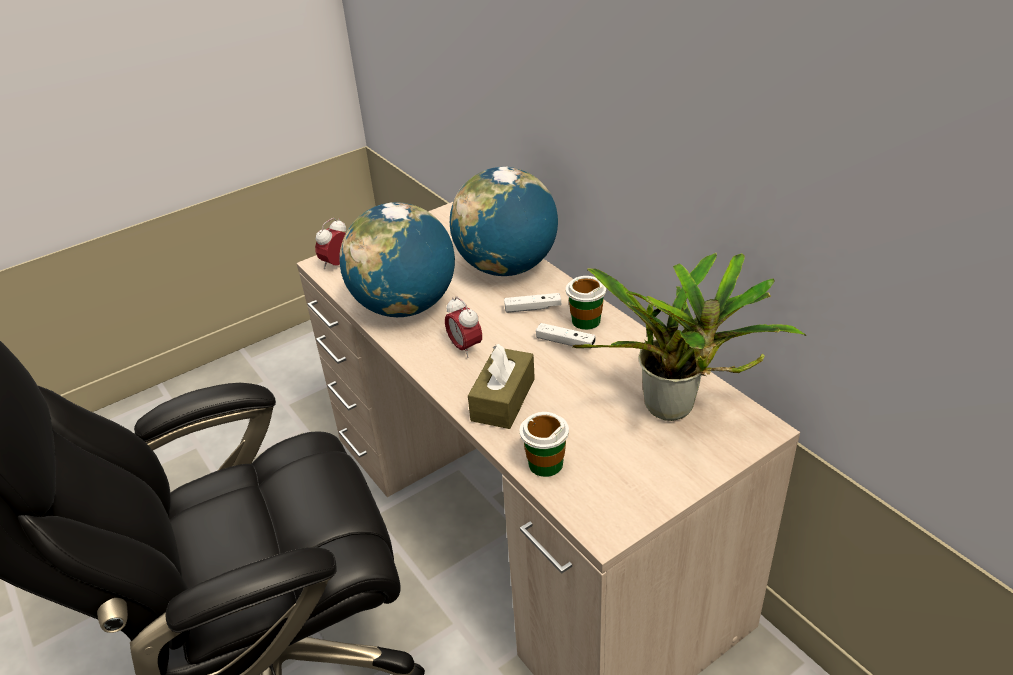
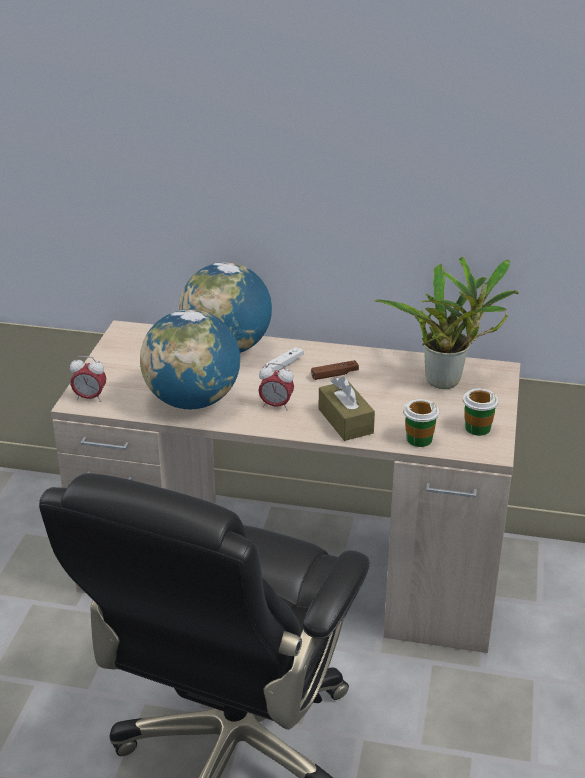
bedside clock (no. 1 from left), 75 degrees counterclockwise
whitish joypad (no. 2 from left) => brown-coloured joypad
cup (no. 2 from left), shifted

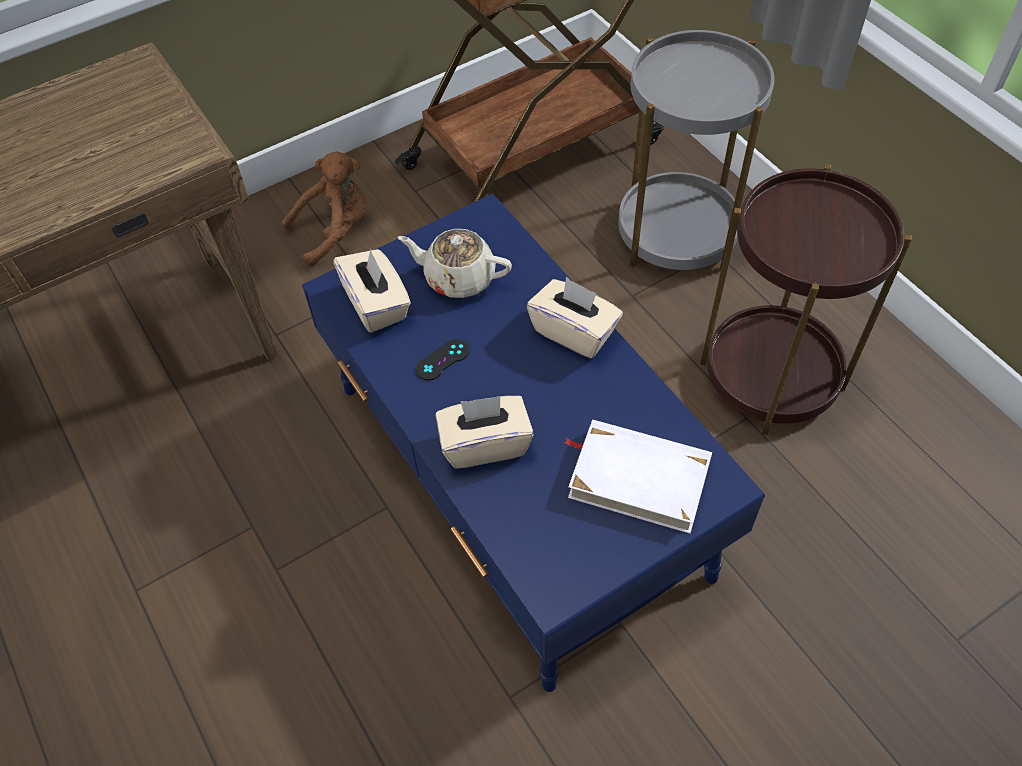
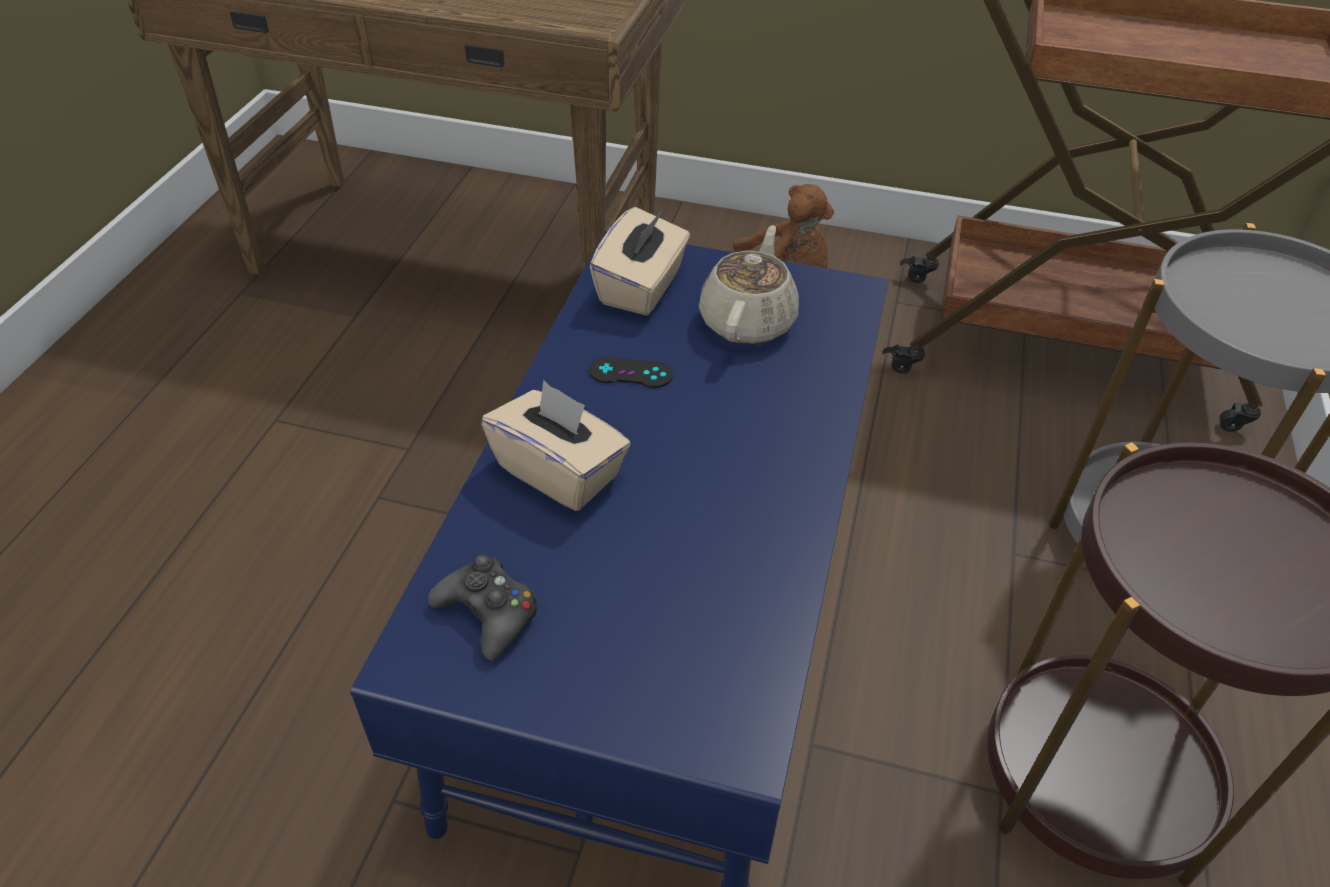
beige-coloured teapot, 45 degrees clockwise
beige-coloured tissue holder (no. 3 from left) => nothing
whitish book => nothing
nothing => black-coloured joypad (no. 1 from left)

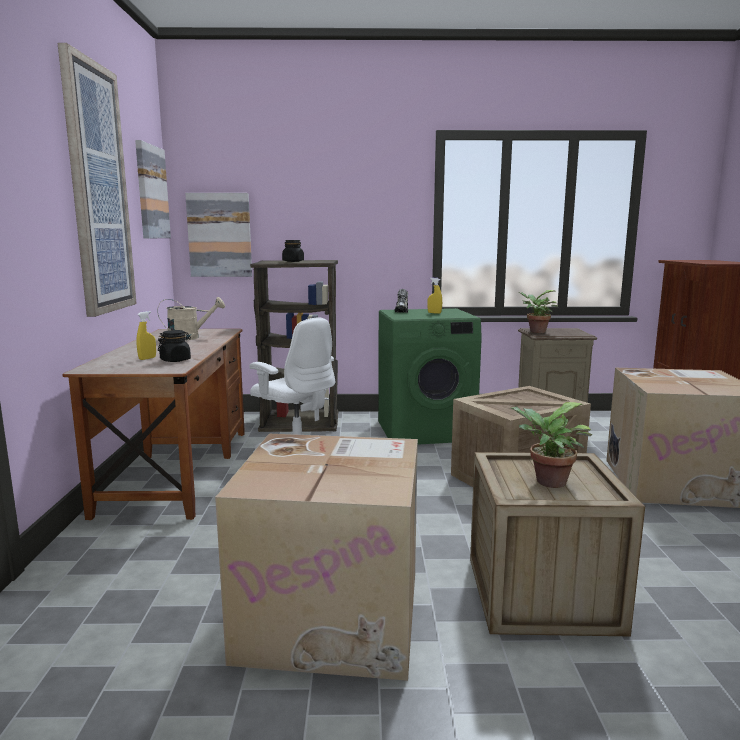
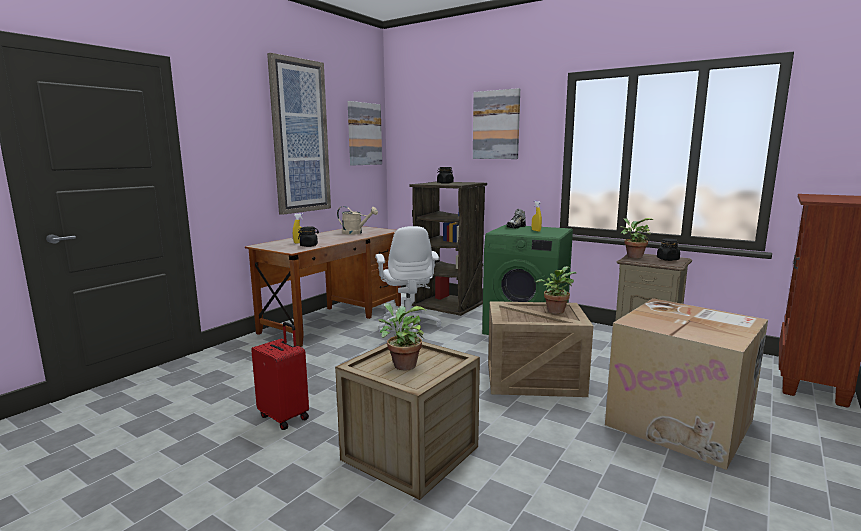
picture (no. 3 from left), shifted
packing box (no. 1 from left) => reddish travel case
nothing => potted plant (no. 2 from left)
nothing => black-coloured storage jar (no. 3 from left)

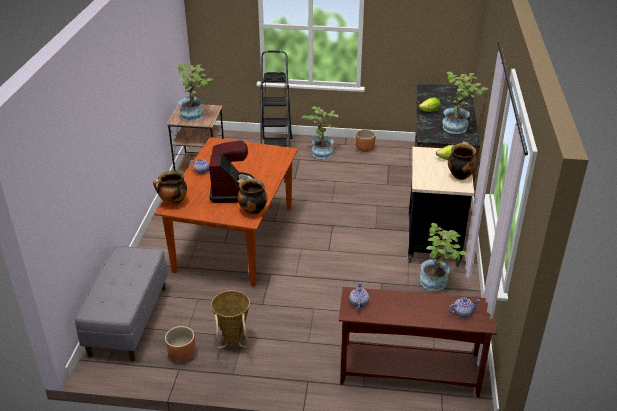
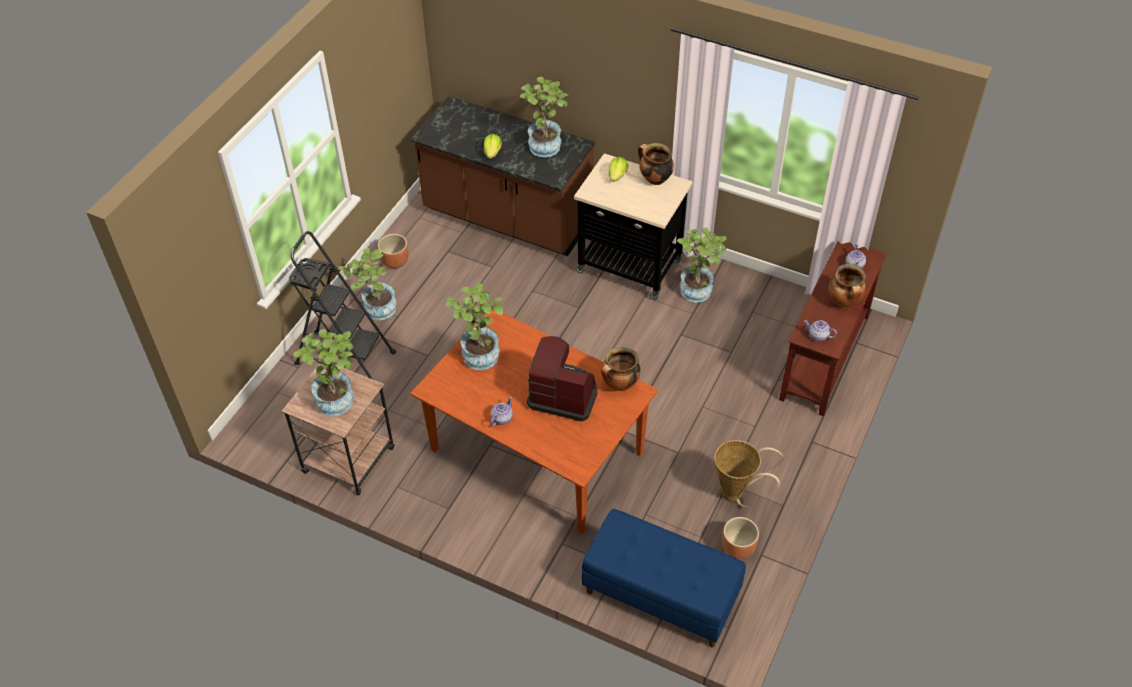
grey long seat => blue long seat
stockpot (no. 1 from left in the first image) => stockpot (no. 3 from left), shifted
nothing => potted plant (no. 3 from left)

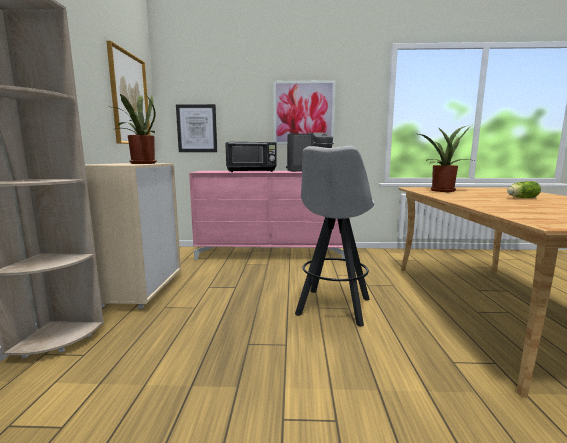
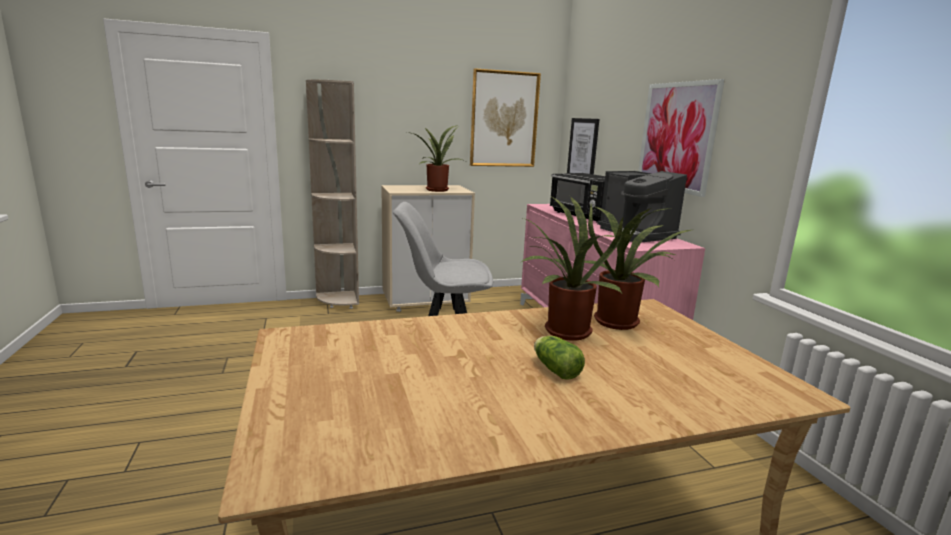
nothing => potted plant (no. 2 from left)

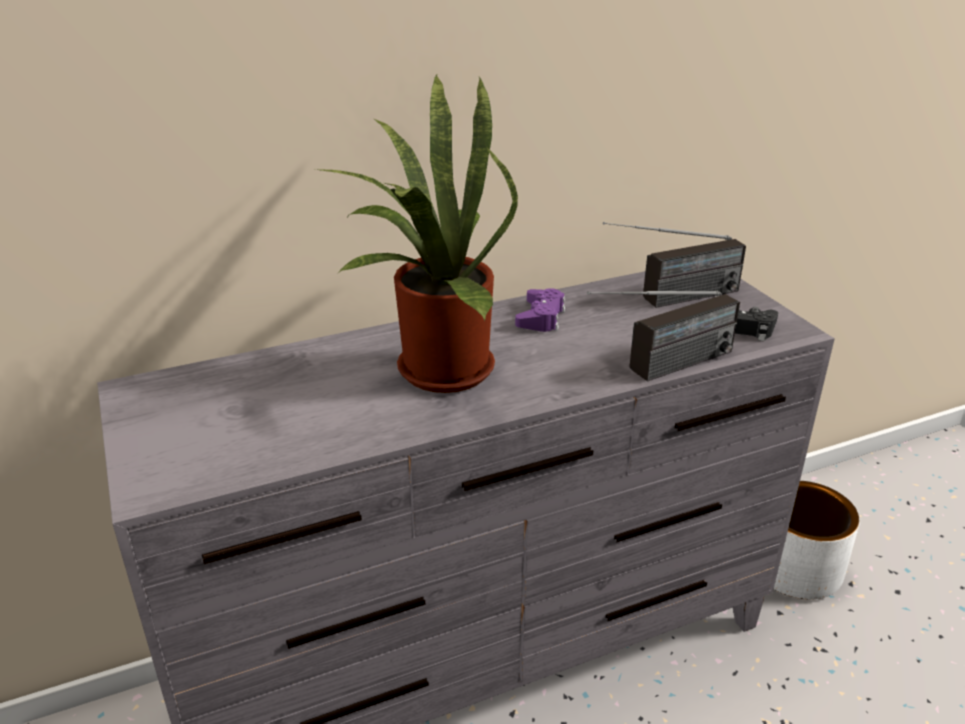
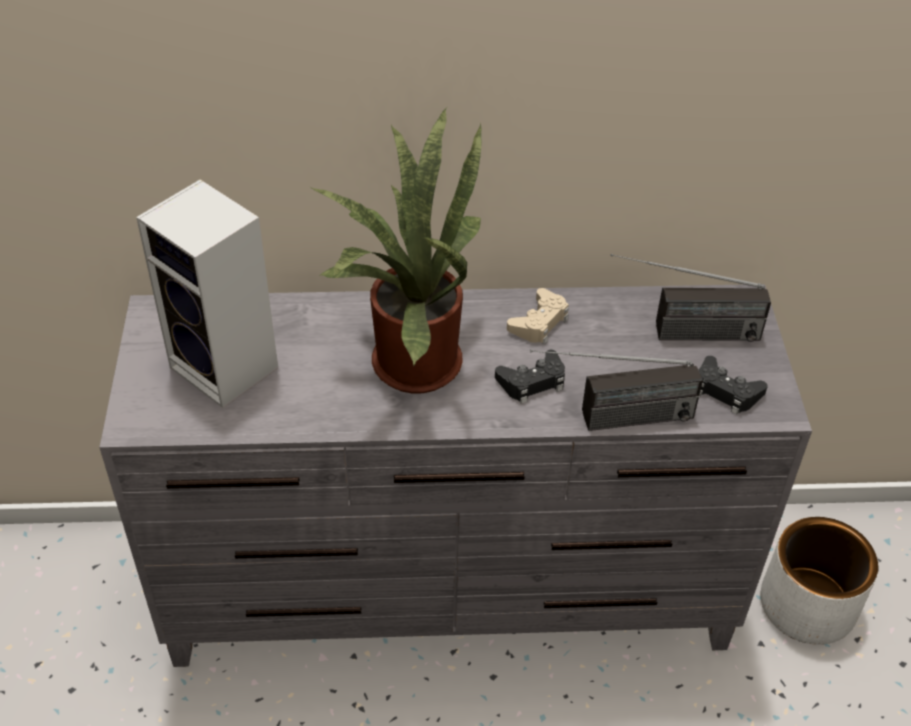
purple joypad => beige-coloured joypad
nothing => loudspeaker
nothing => black-coloured joypad (no. 1 from left)

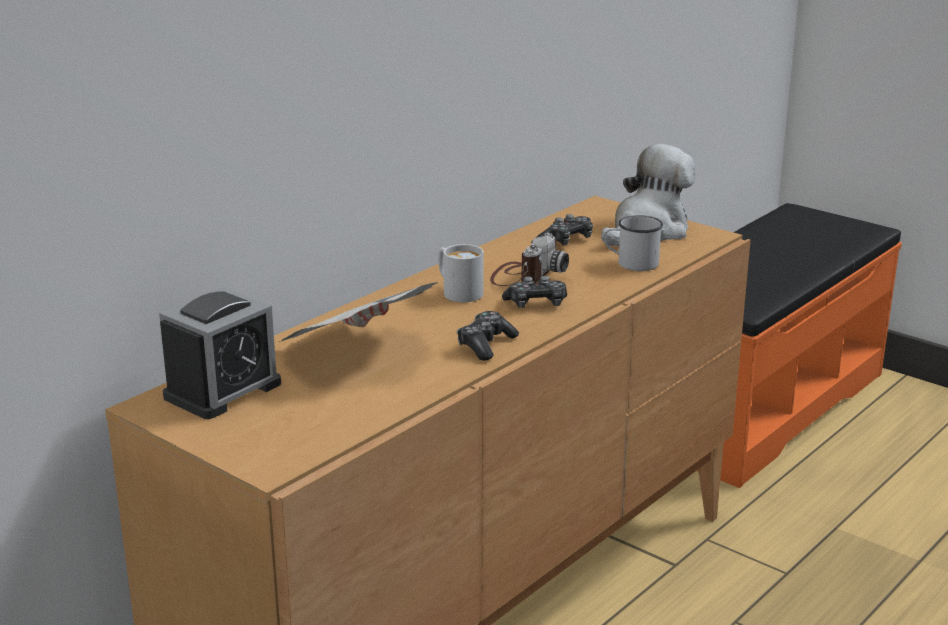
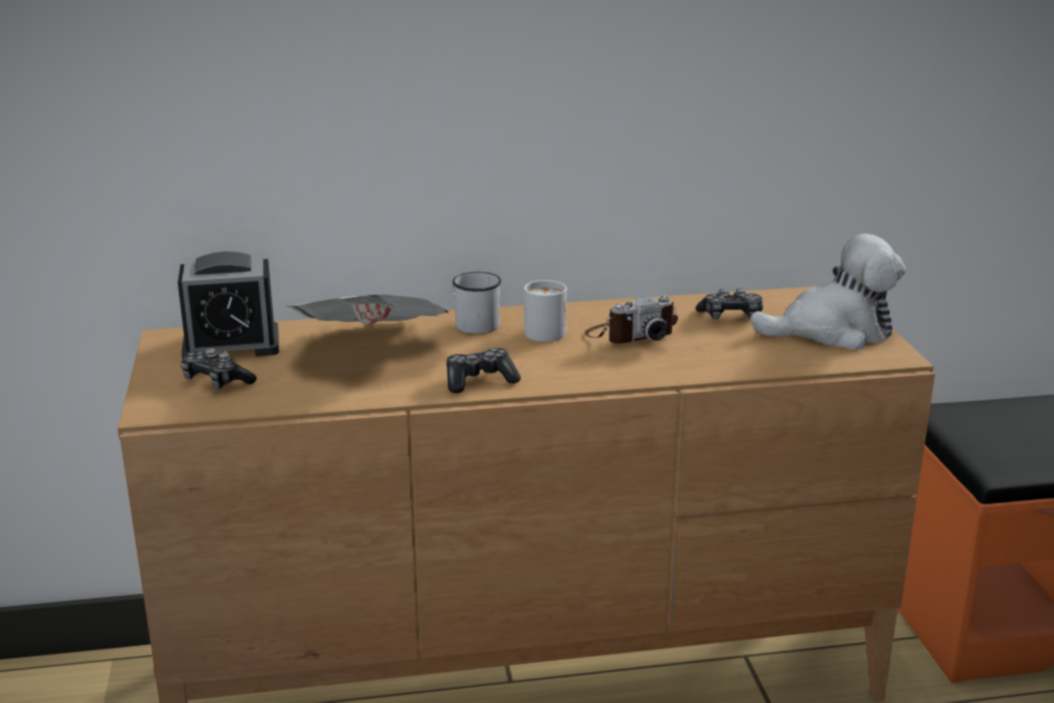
joypad (no. 2 from left in the first image) => joypad (no. 1 from left), shifted
whitish tea mug (no. 2 from left in the first image) => whitish tea mug (no. 1 from left), shifted

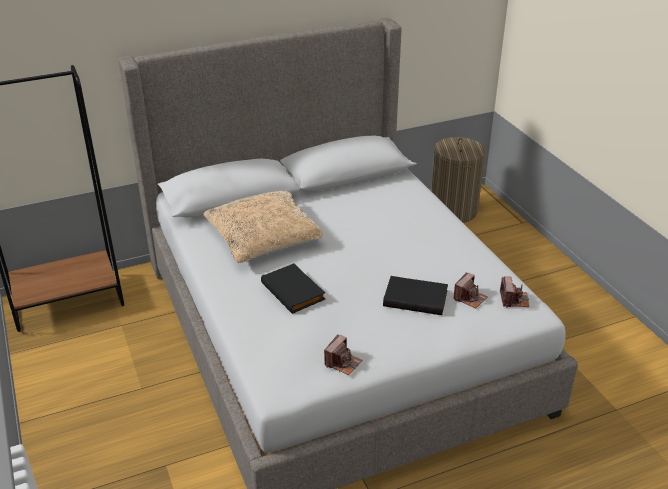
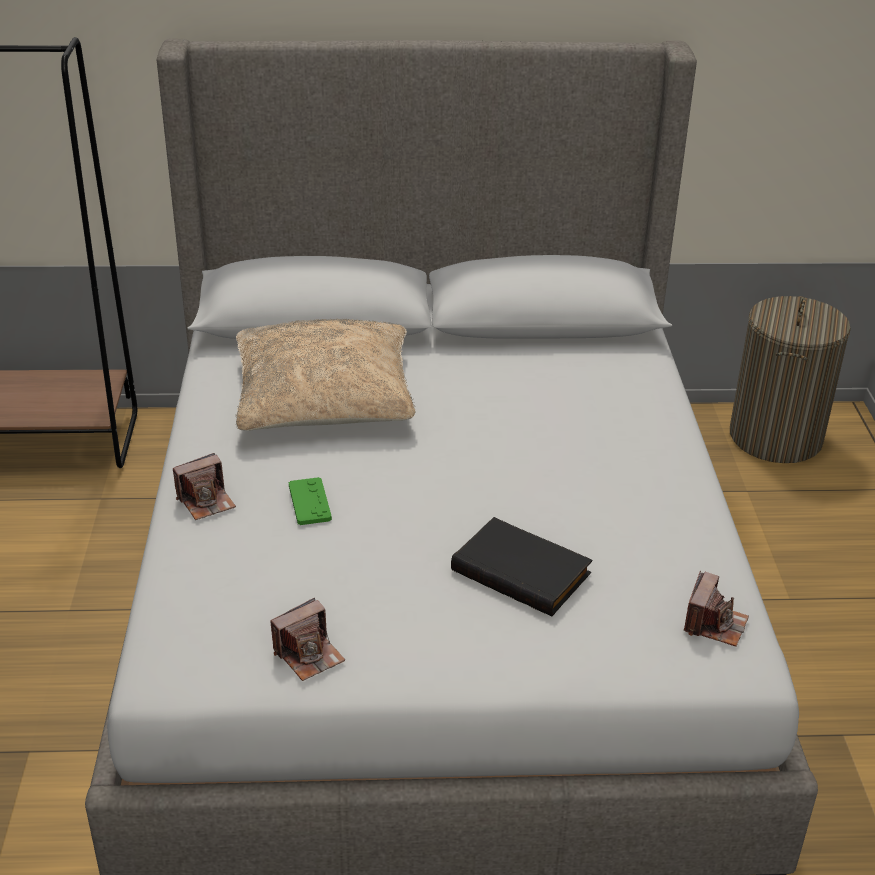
black-coloured book (no. 1 from left) => green joypad
still camera (no. 2 from left in the first image) => still camera (no. 1 from left), shifted

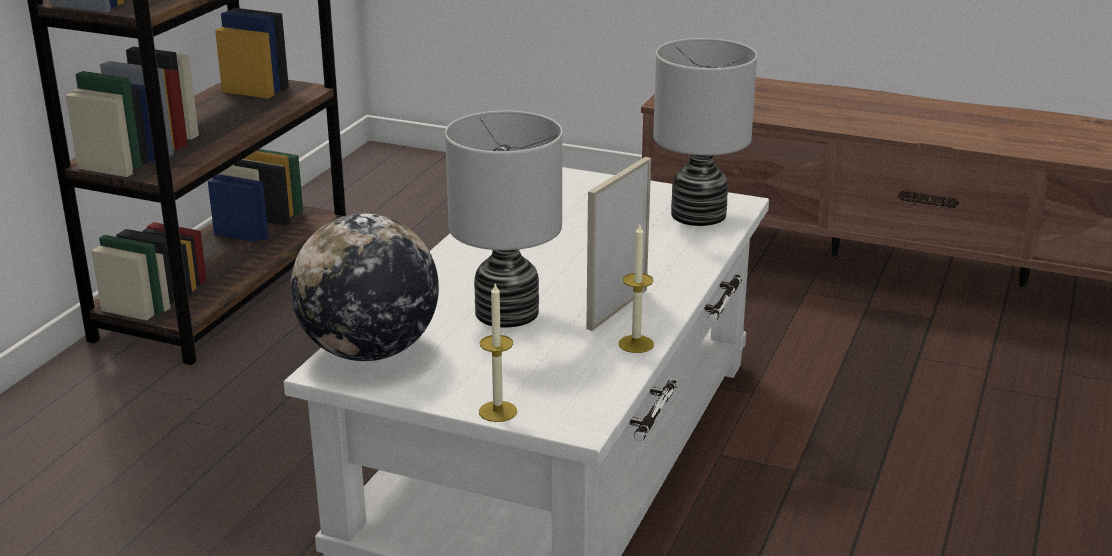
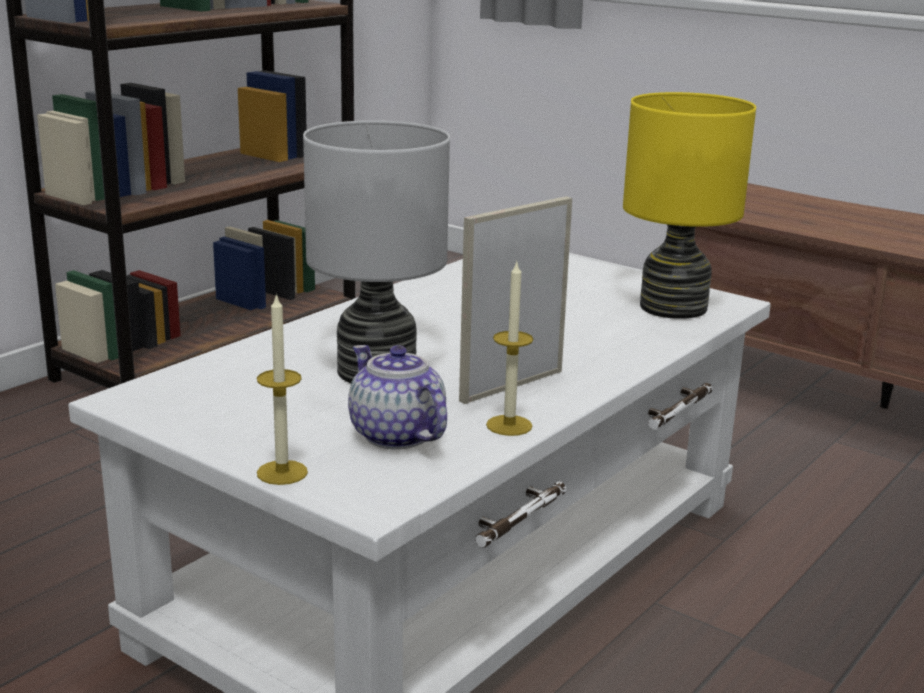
world globe => nothing
grey tabletop lamp (no. 2 from left) => yellowish tabletop lamp
nothing => teapot

